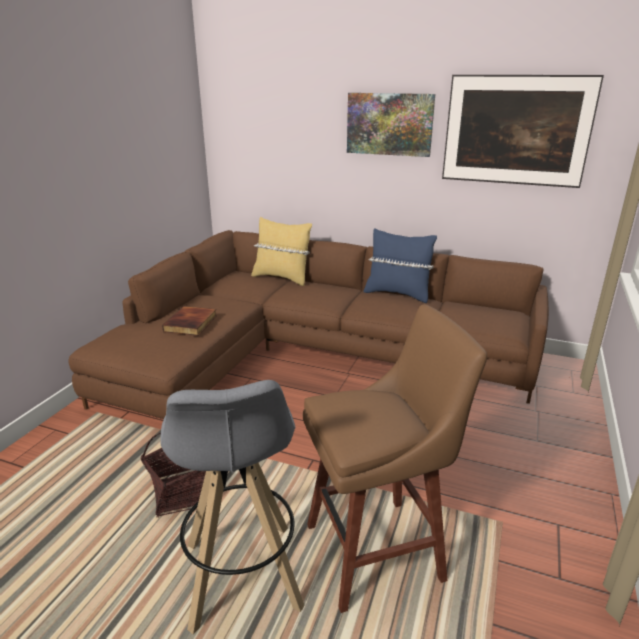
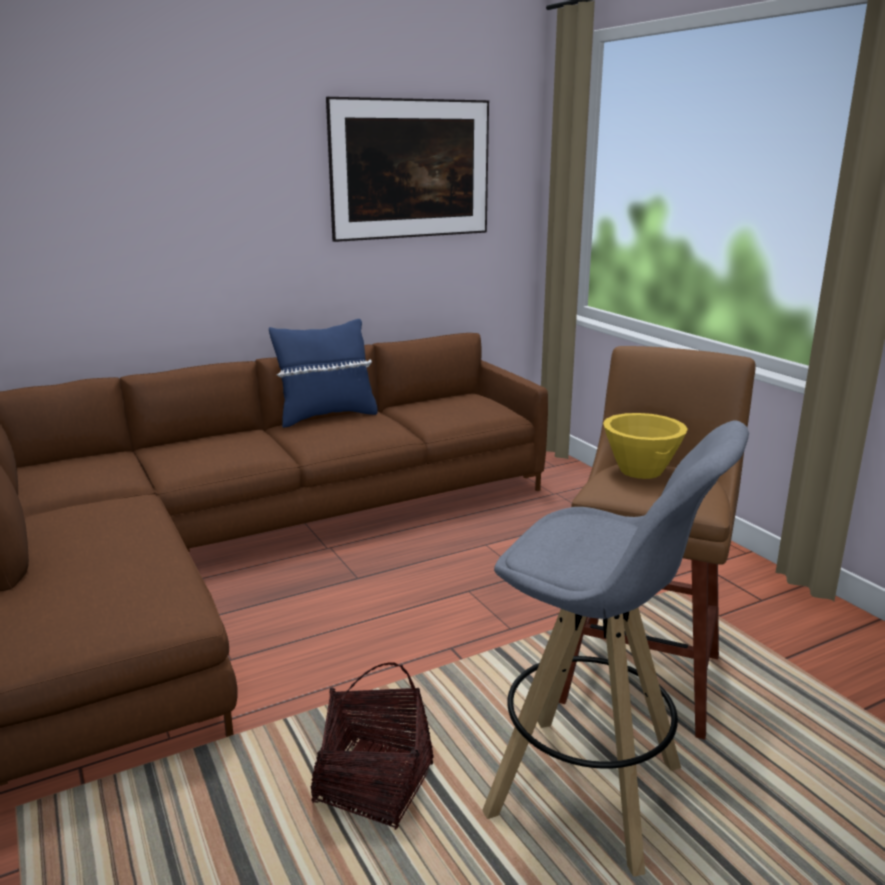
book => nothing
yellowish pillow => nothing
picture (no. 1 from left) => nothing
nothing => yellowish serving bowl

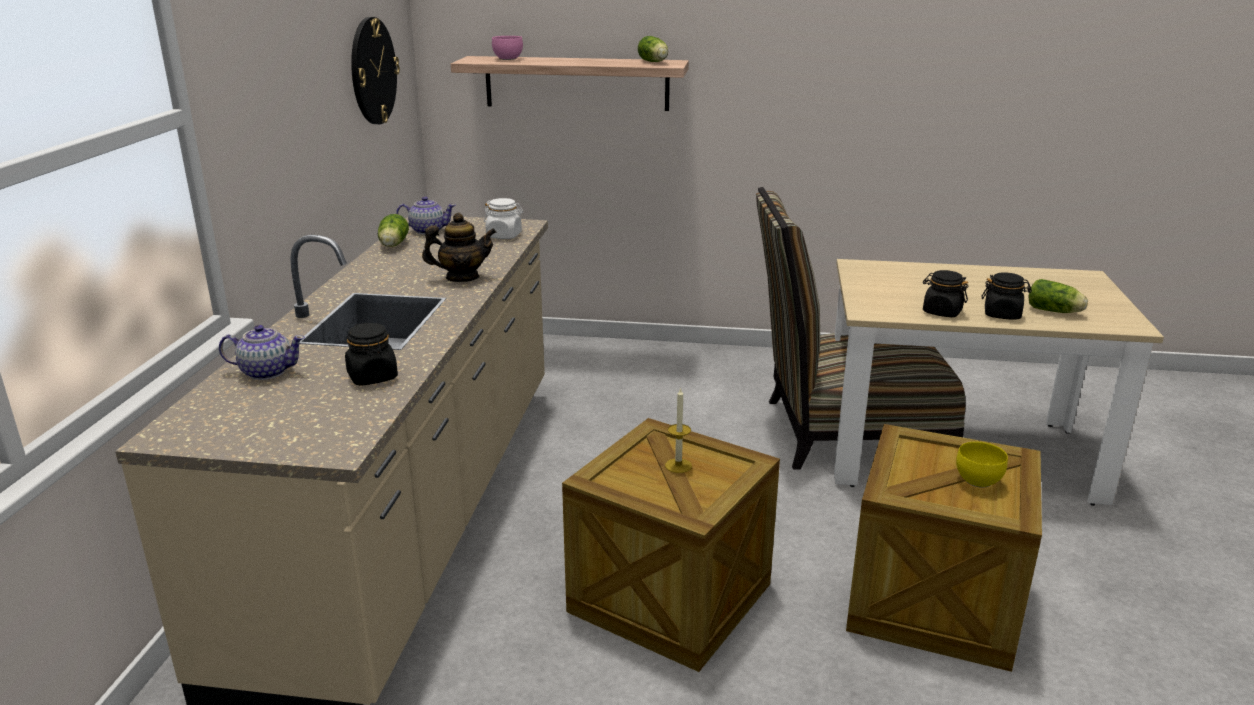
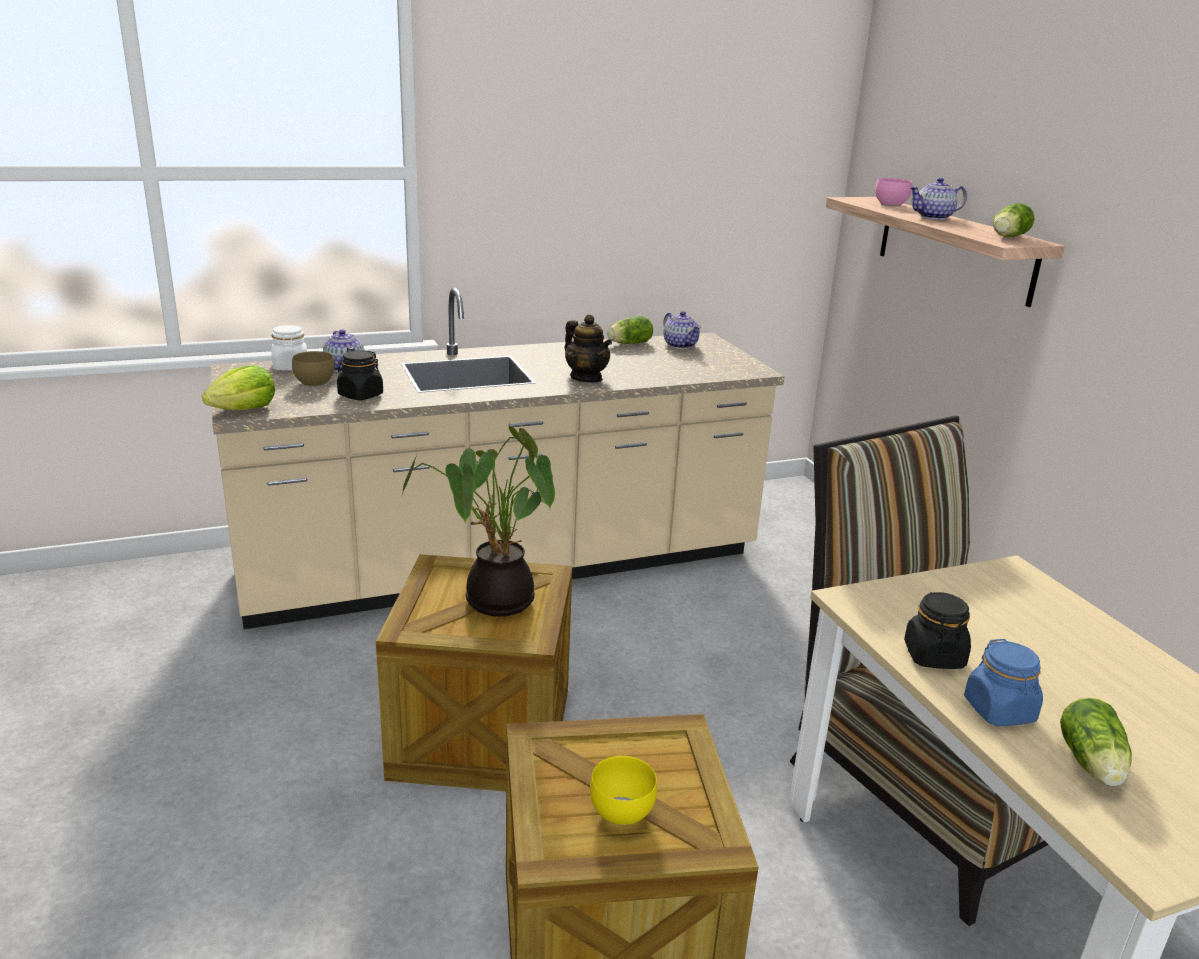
hanging clock => nothing
whitish storage jar, shifted
wax candle => potted plant
black-coloured storage jar (no. 3 from left) => blue storage jar
nothing => lettuce head (no. 1 from left)
nothing => brown-coloured serving bowl
nothing => teapot (no. 4 from left)

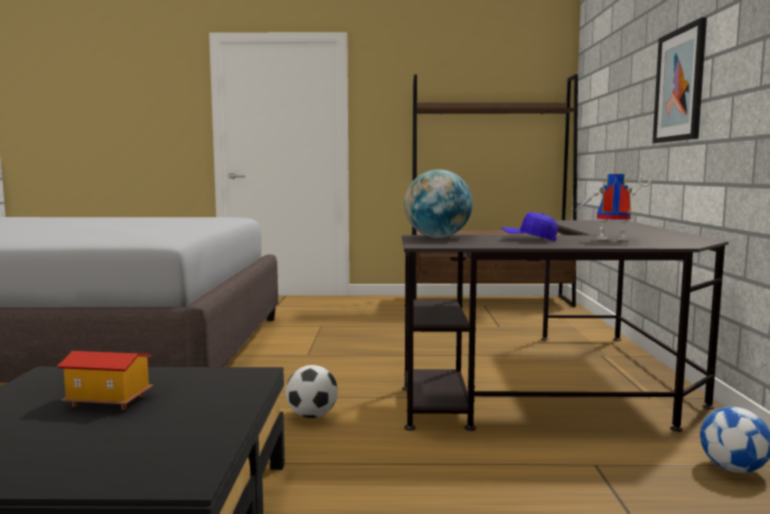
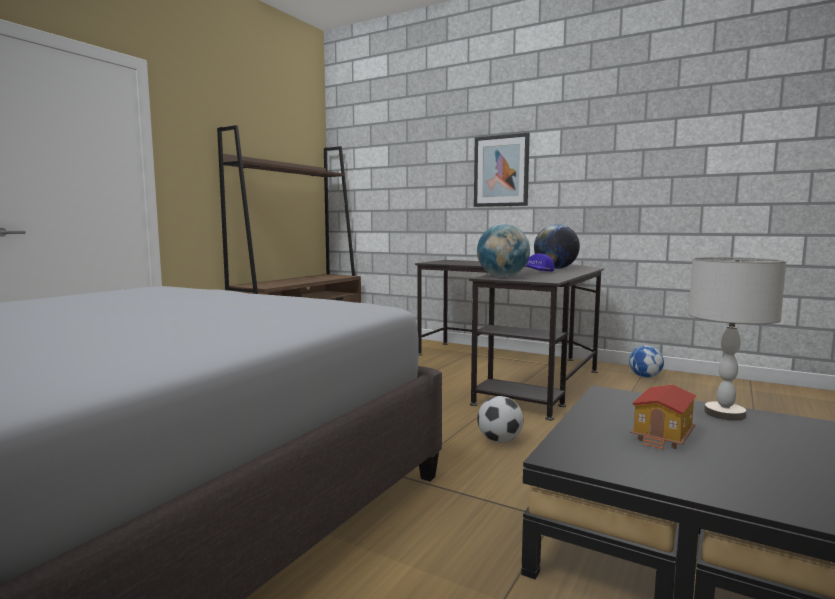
robot figure => world globe (no. 2 from left)
nothing => grey tabletop lamp

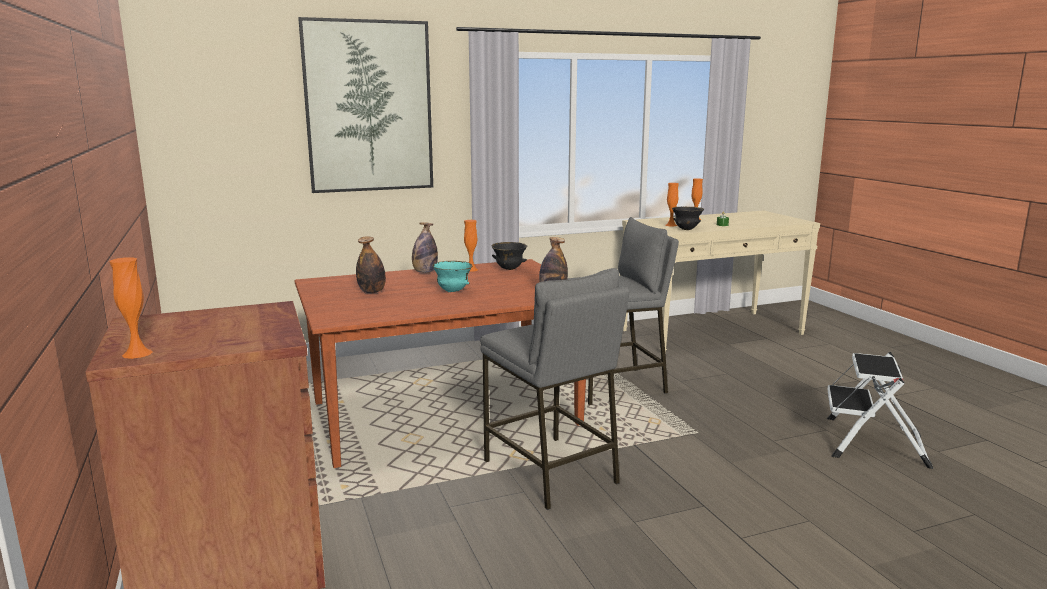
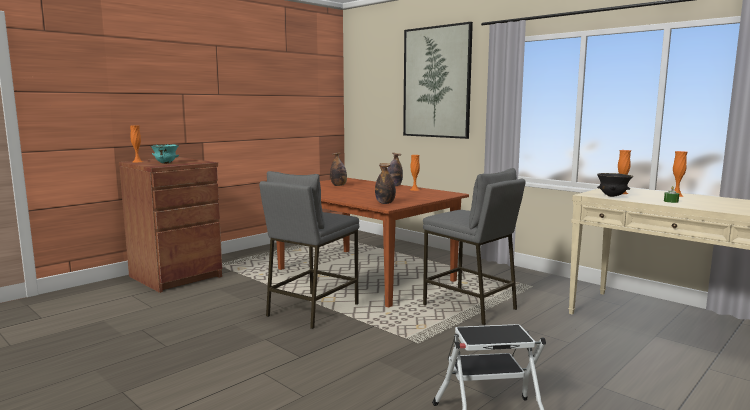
blue-green serving bowl, shifted
black-coloured serving bowl (no. 1 from left) => nothing

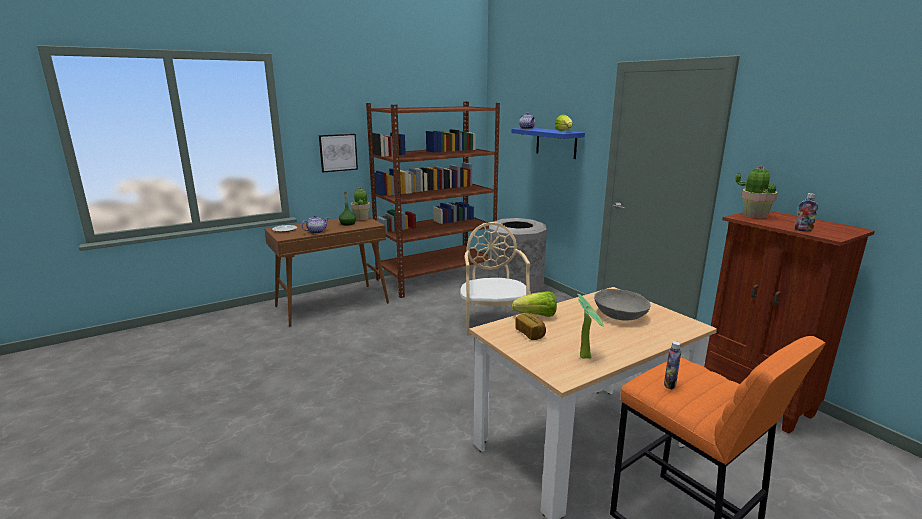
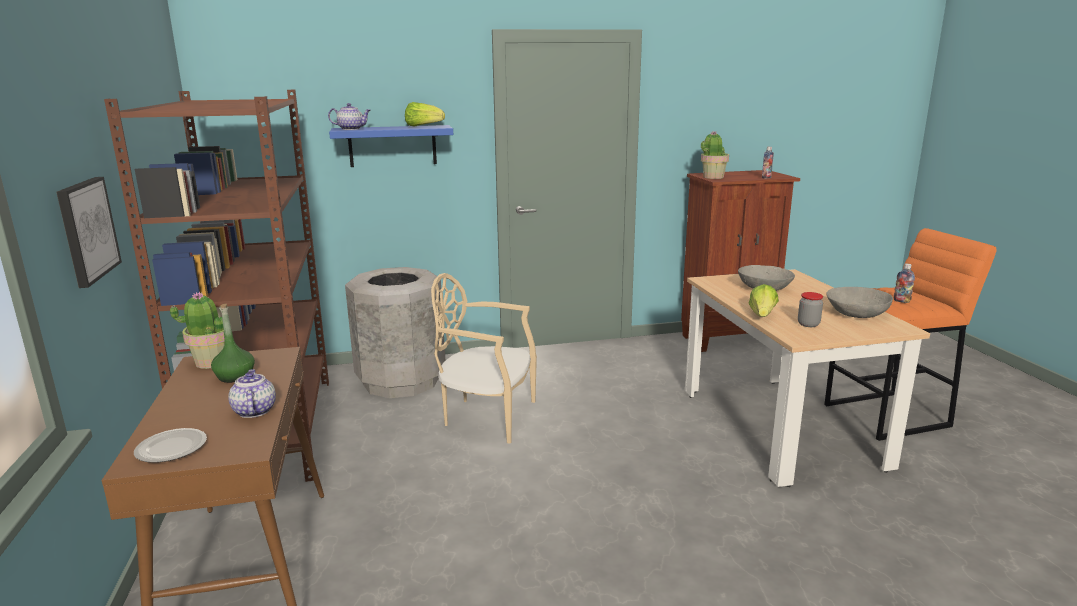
bakery bread => storage jar
potted plant (no. 2 from left) => grey serving bowl (no. 2 from left)

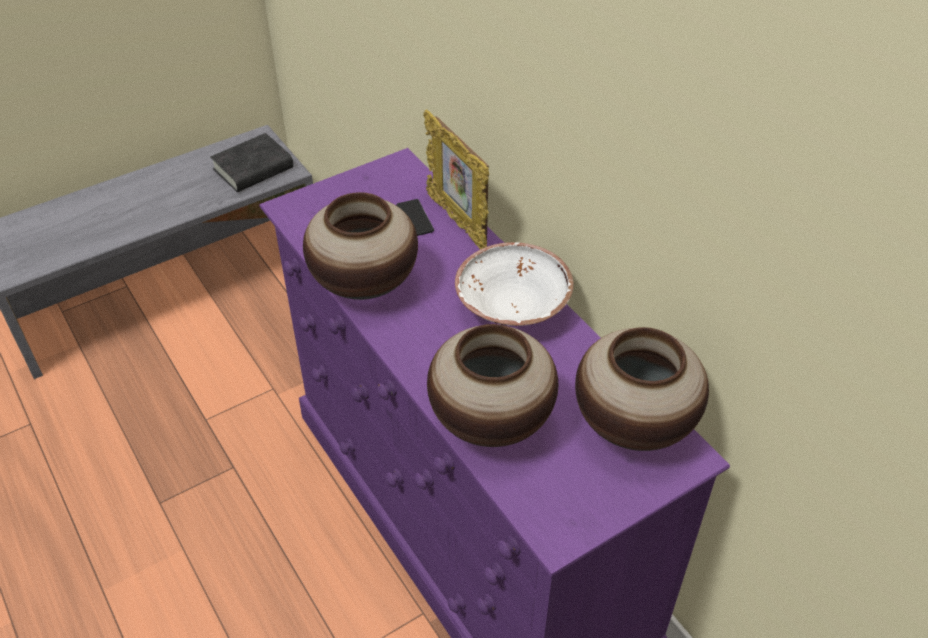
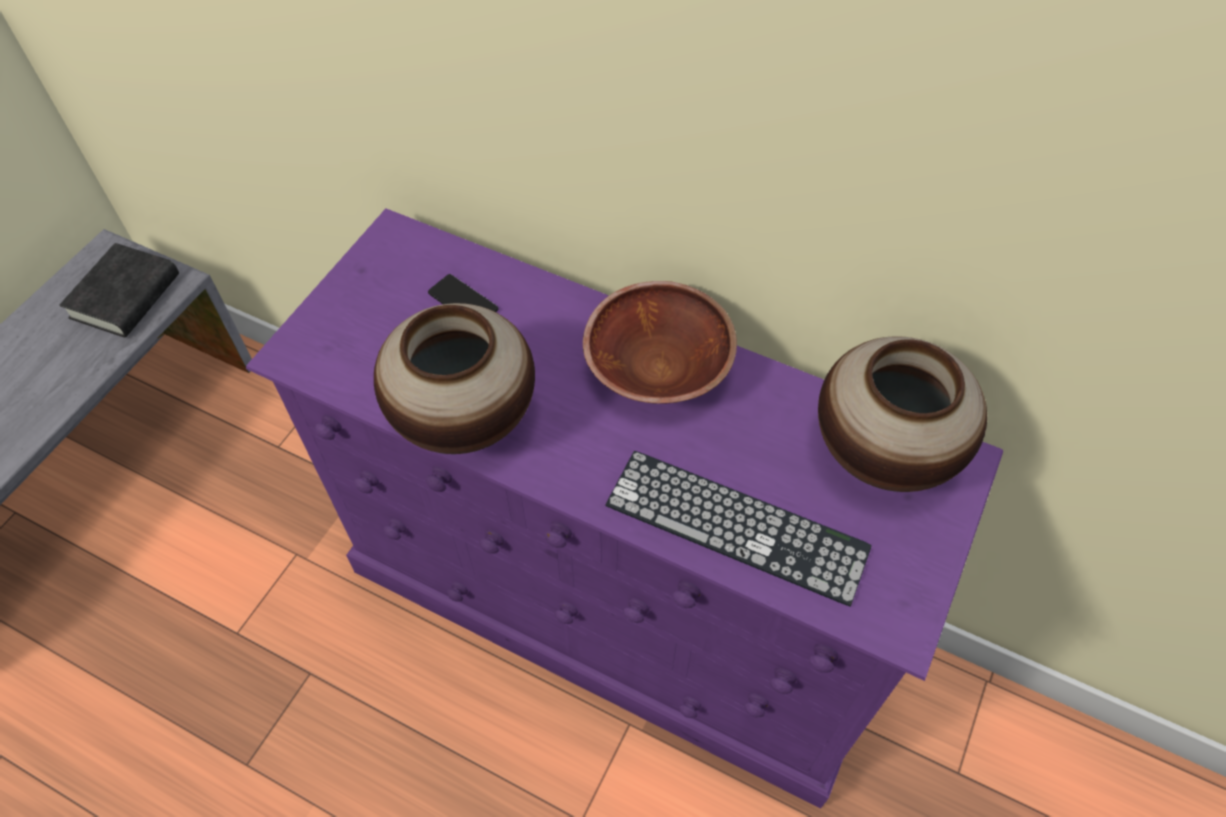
photo frame => nothing
flower vase (no. 2 from left) => computer keyboard
whitish serving bowl => brown-coloured serving bowl

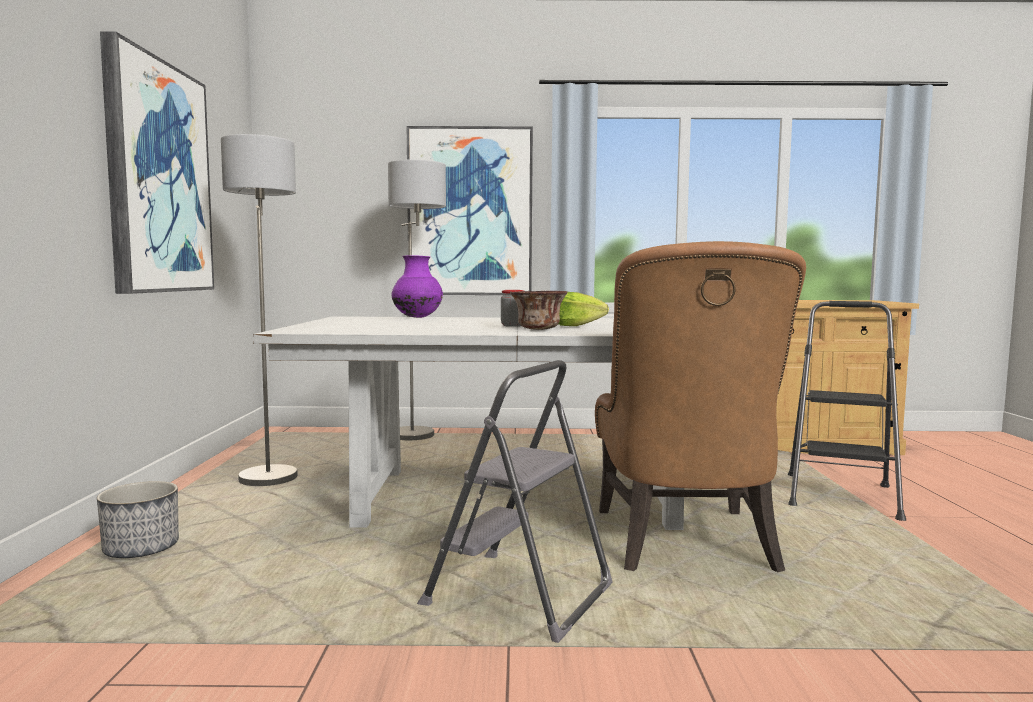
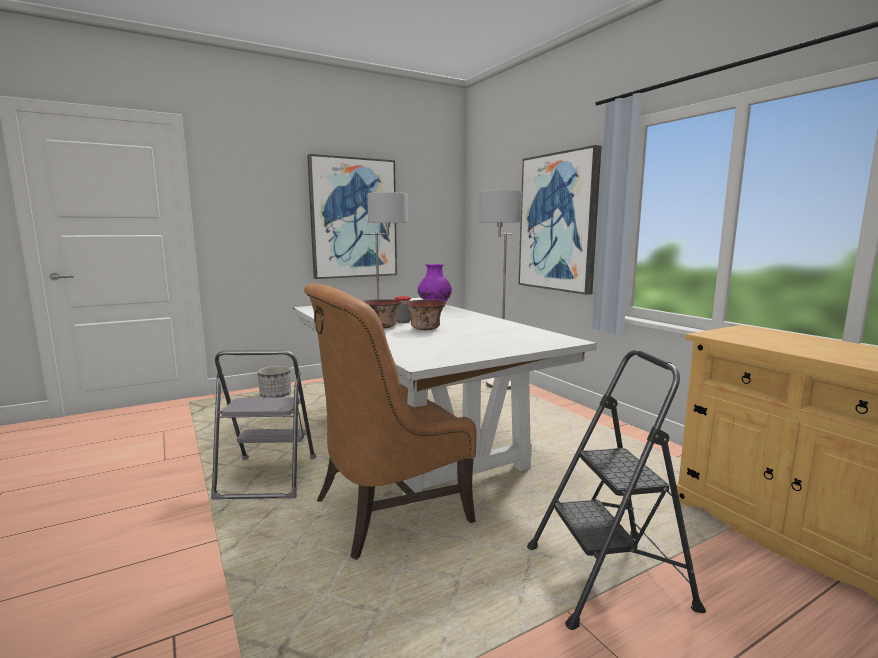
lettuce head => serving bowl (no. 2 from left)

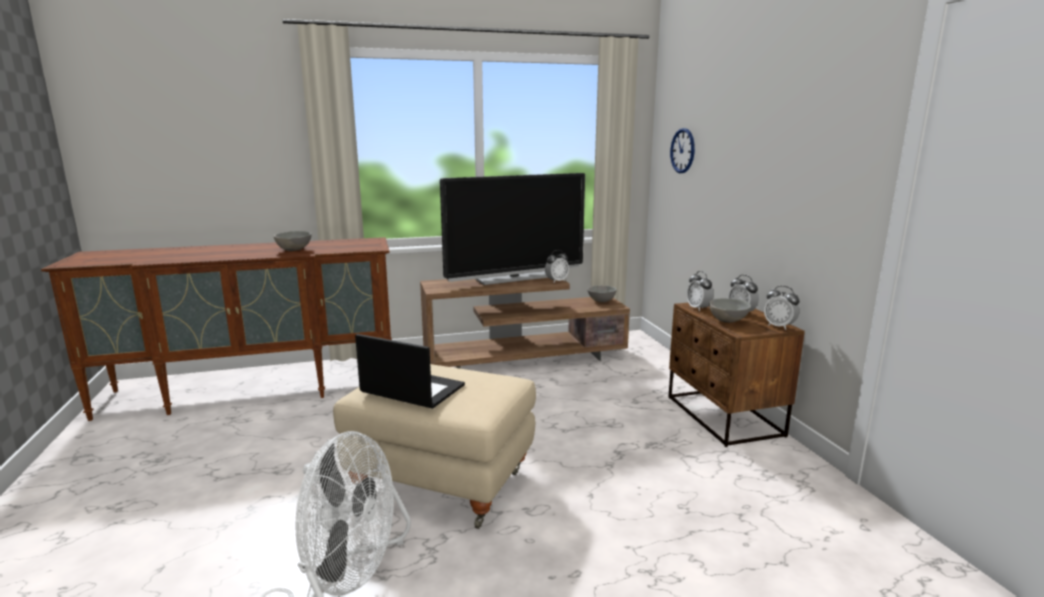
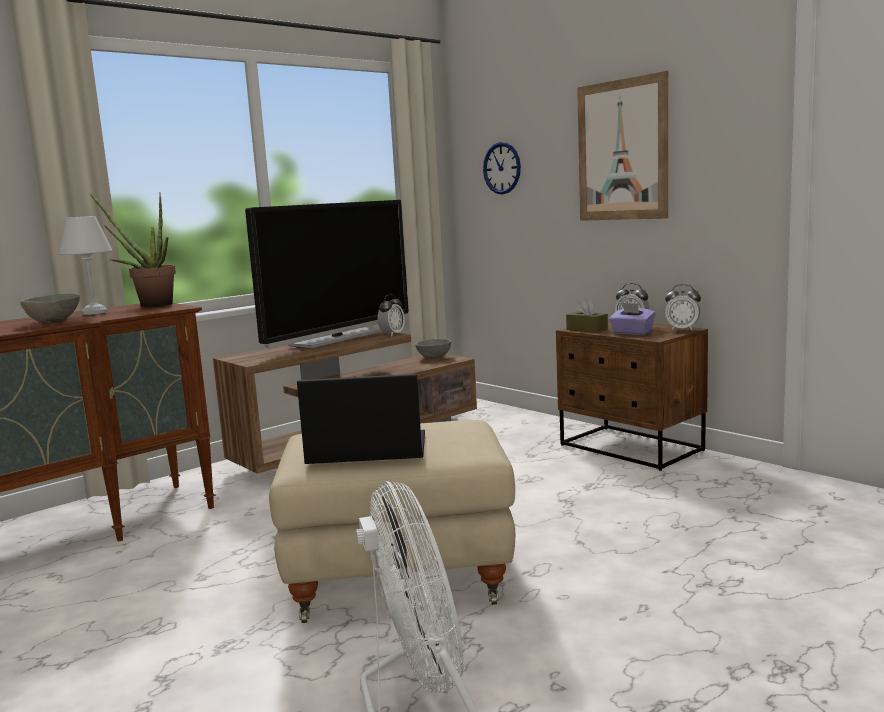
bedside clock (no. 2 from left) => brown-coloured tissue holder
grey serving bowl (no. 3 from left) => purple tissue holder
nothing => whitish tabletop lamp
nothing => potted plant
nothing => picture

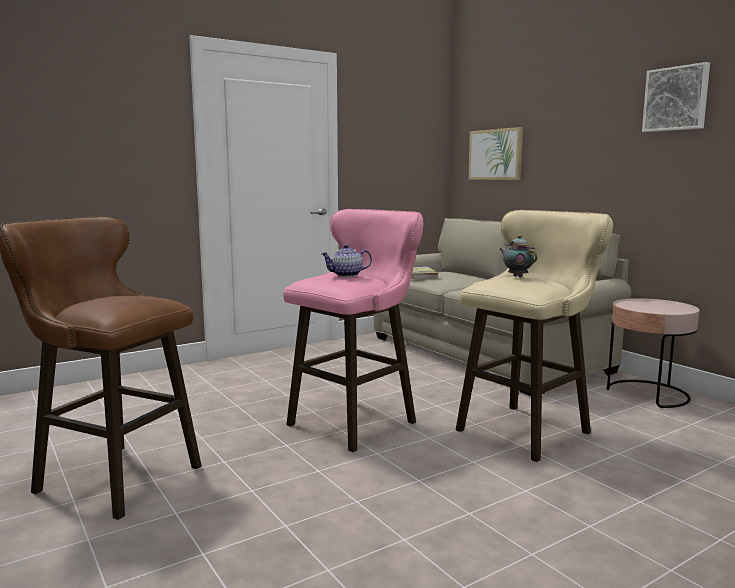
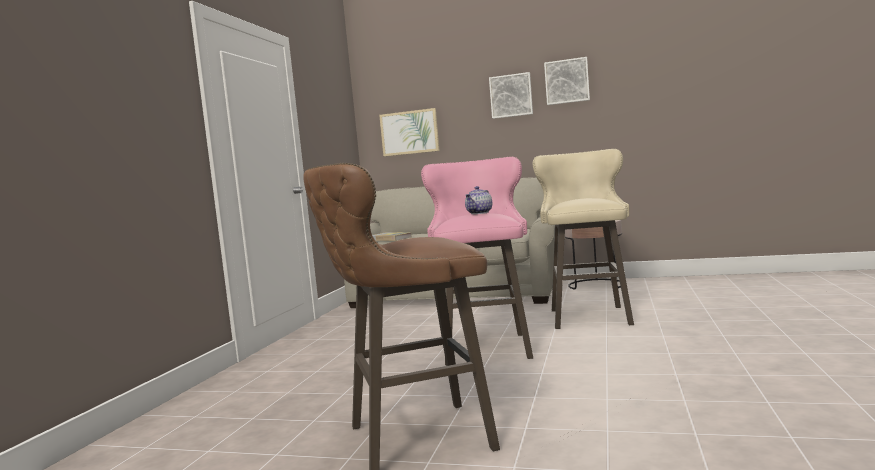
teapot (no. 2 from left) => nothing
nothing => picture (no. 2 from left)

